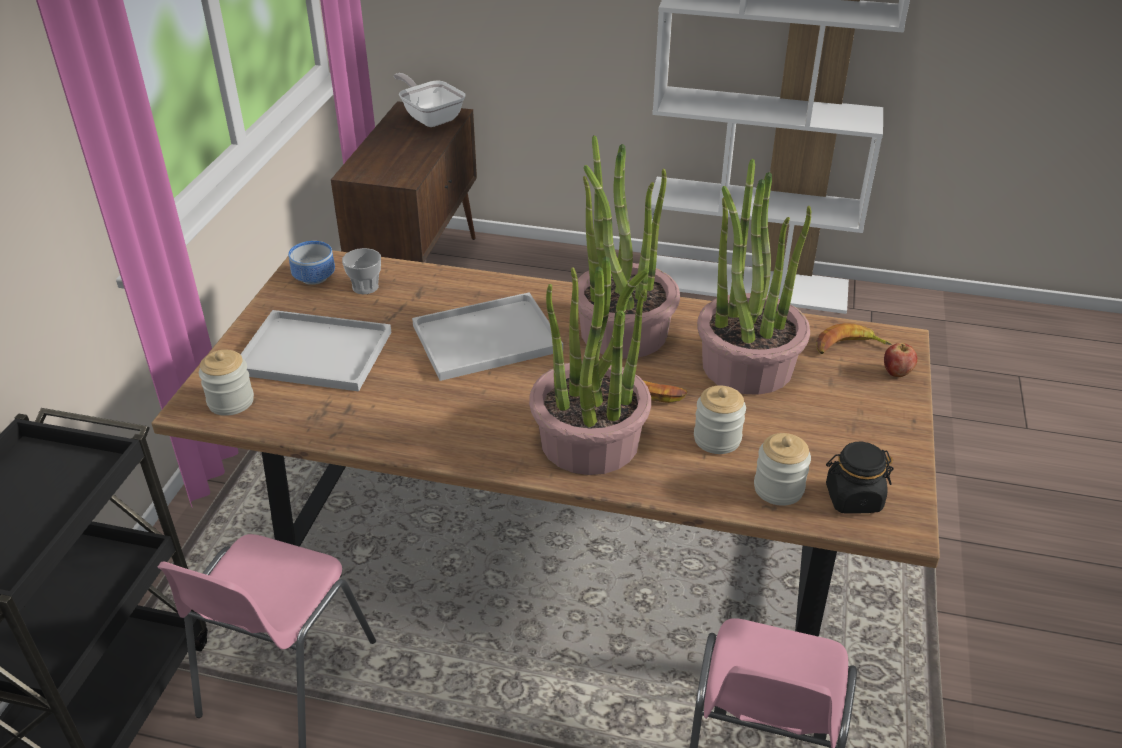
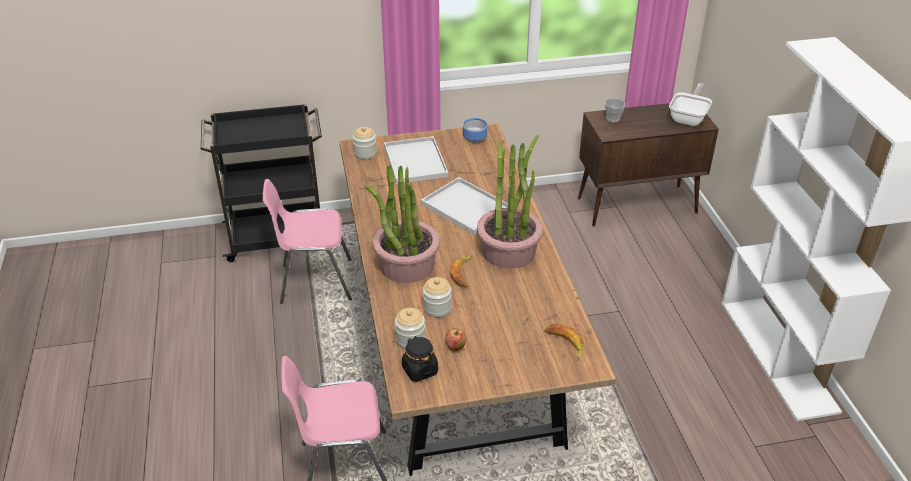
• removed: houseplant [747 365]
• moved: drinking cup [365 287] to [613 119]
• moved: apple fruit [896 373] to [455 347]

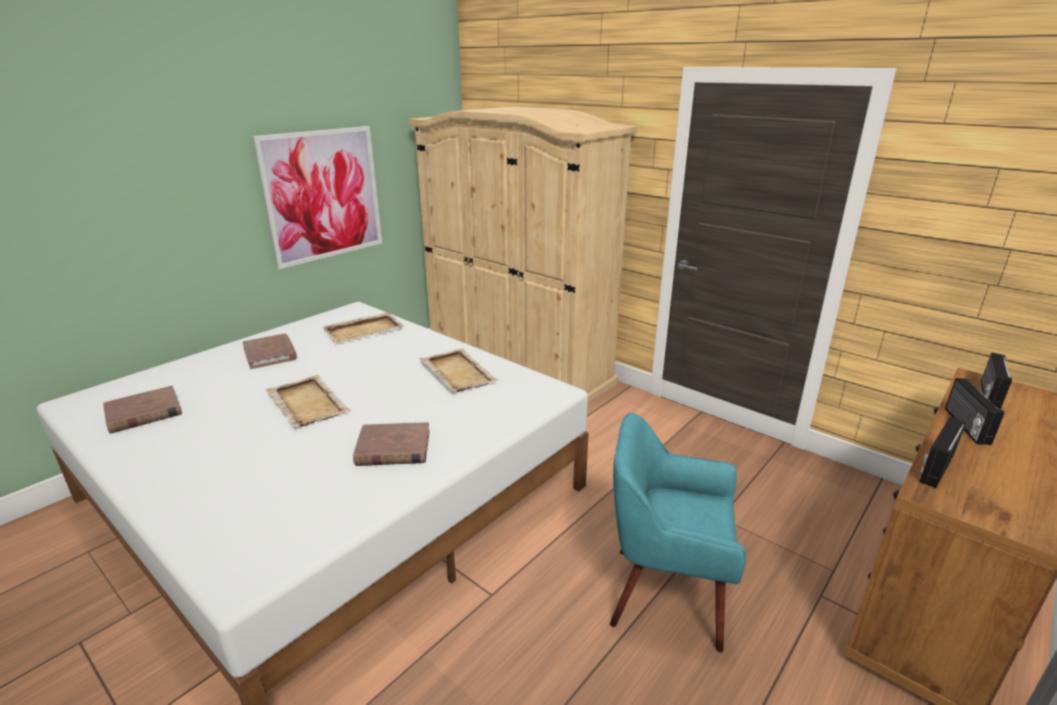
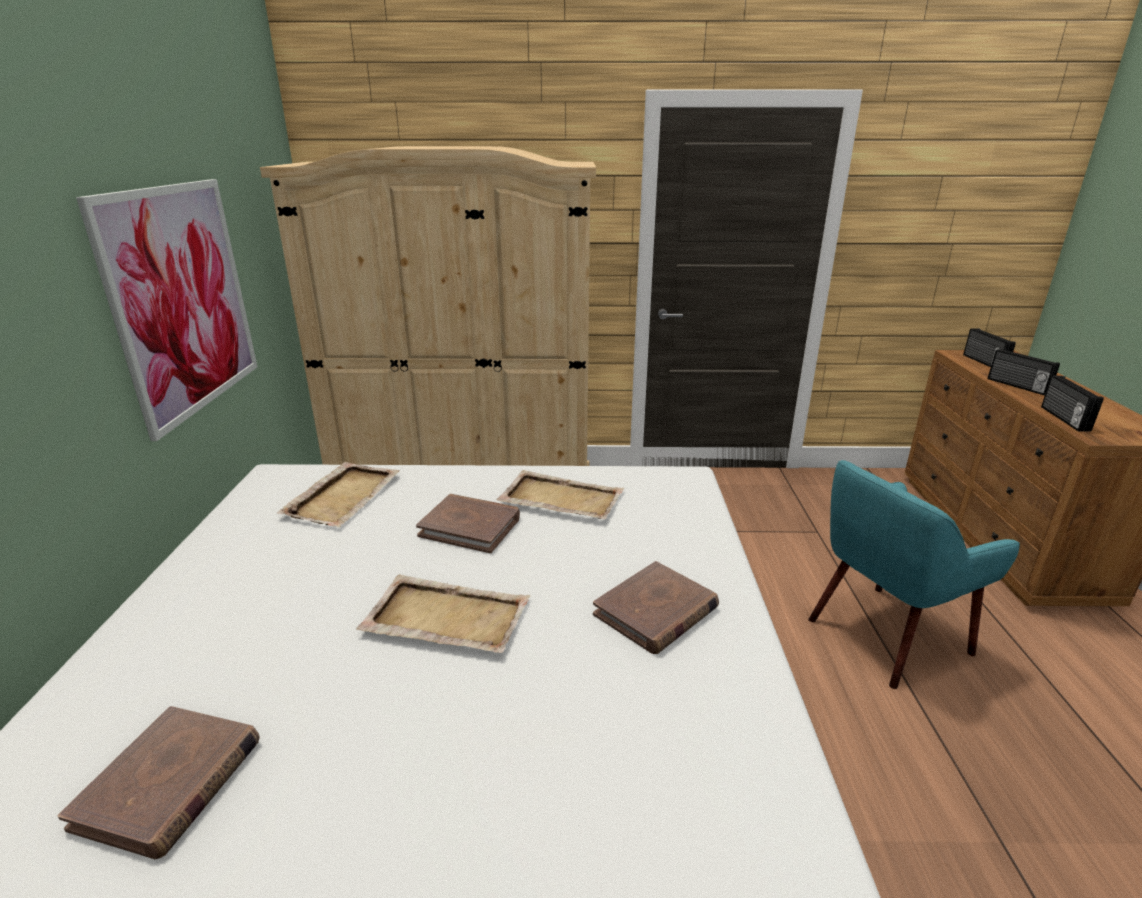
• moved: brown bound book [270 354] to [470 526]

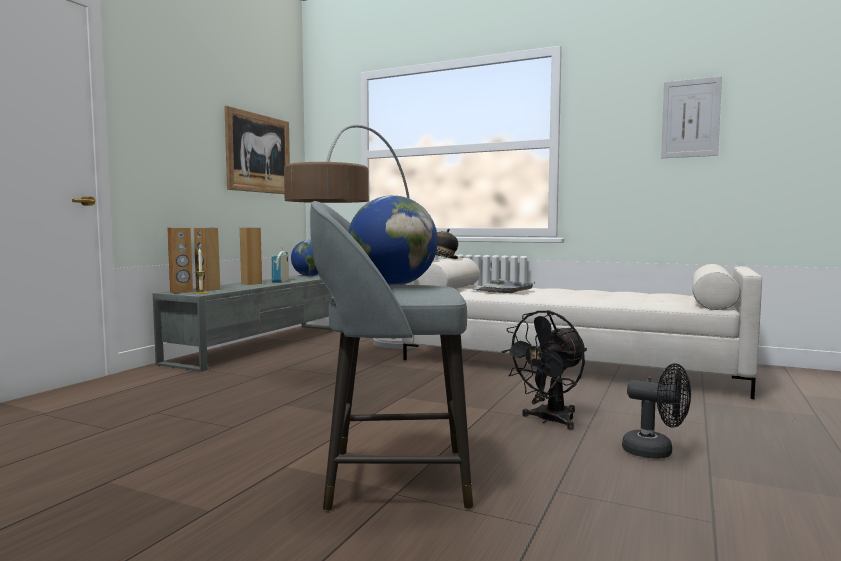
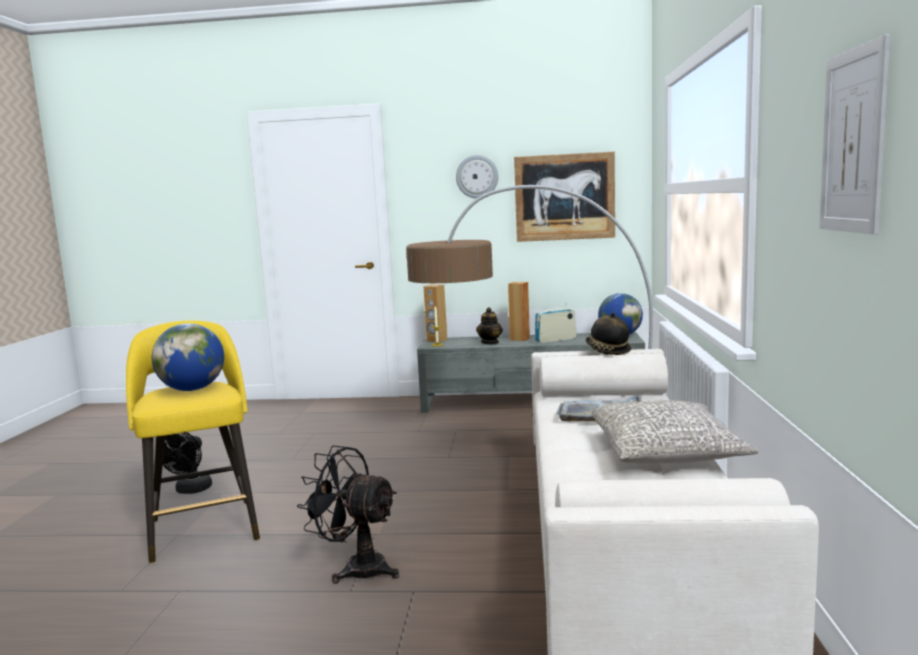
• recoloured: grey sitting stool [392 477] to yellow-coloured sitting stool [204 528]
• removed: brown speaker [207 289]
• moved: black-coloured electric fan [656 452] to [191 490]
• added: wall clock [477 176]
• added: teapot [490 342]
• added: grey pillow [666 452]

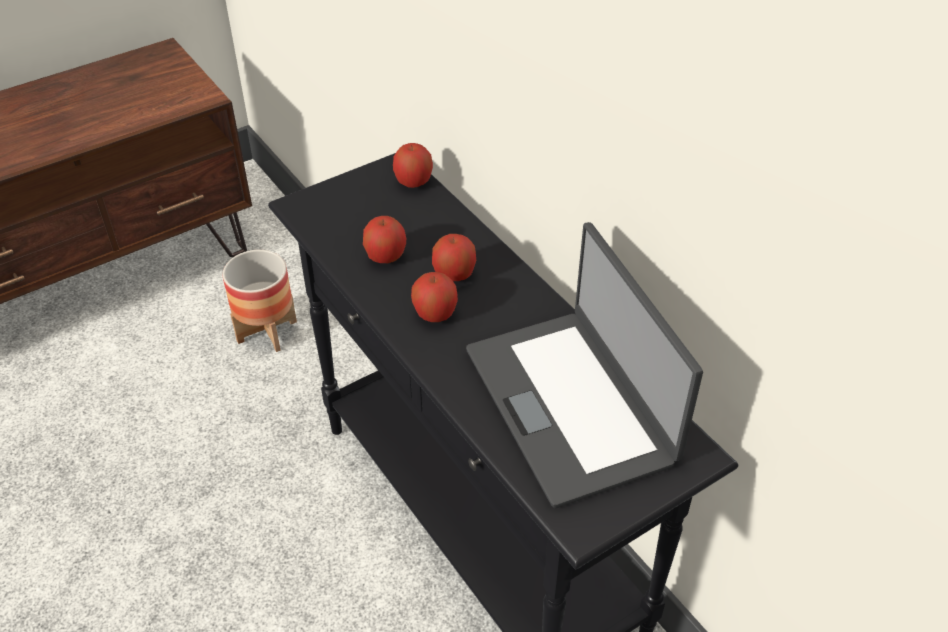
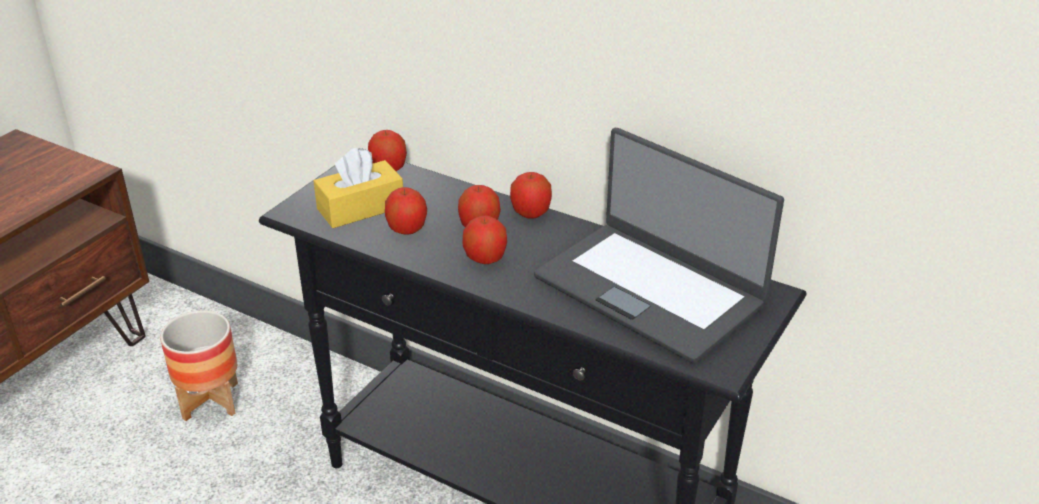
• added: yellow-coloured tissue holder [360 208]
• added: apple fruit [530 213]

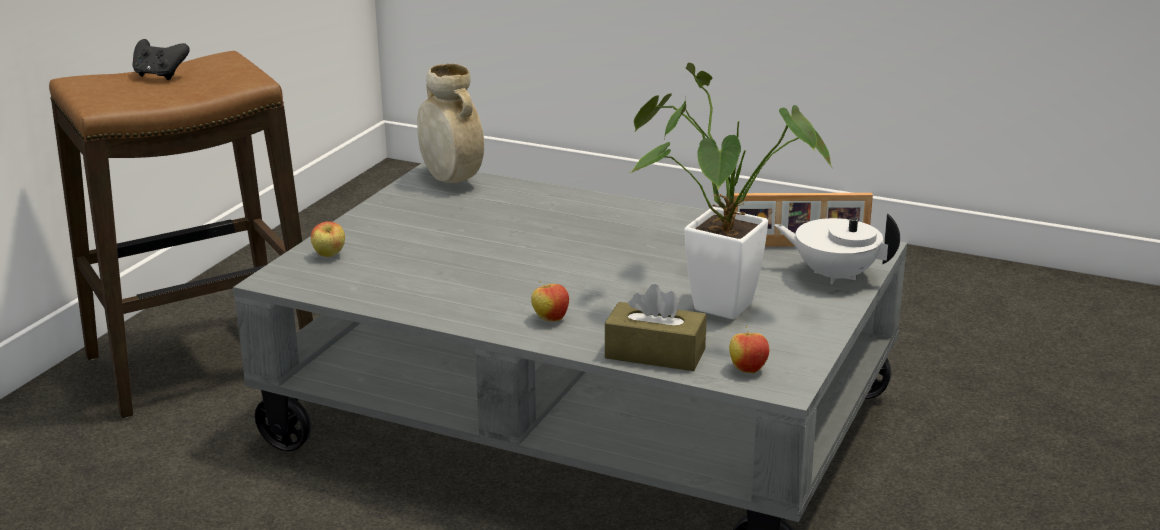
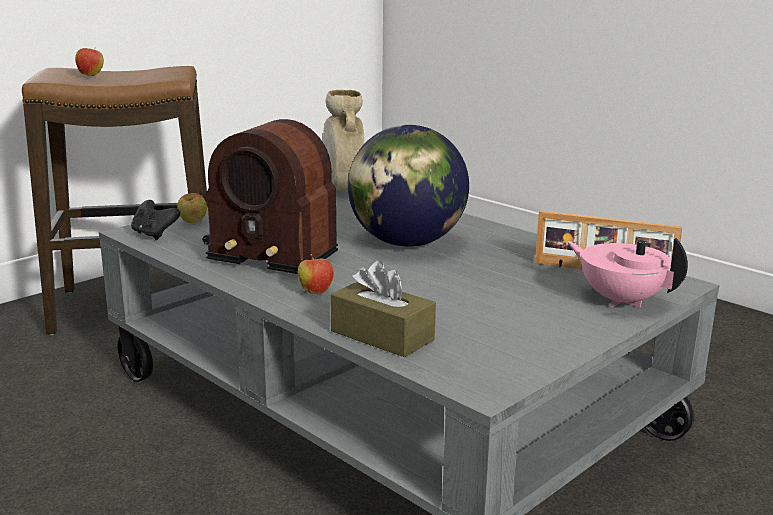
• moved: black-coloured gamepad [160 76] to [154 235]
• removed: houseplant [710 303]
• recoloured: white teapot [834 275] to pink teapot [621 300]
• moved: apple fruit [748 369] to [91 75]
• added: radio [270 247]
• added: globe [406 243]

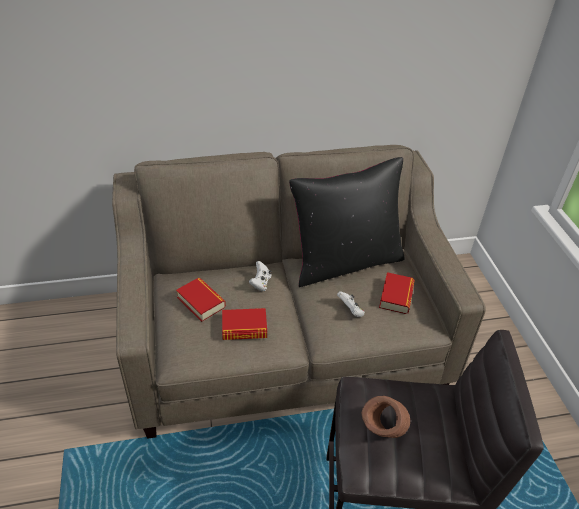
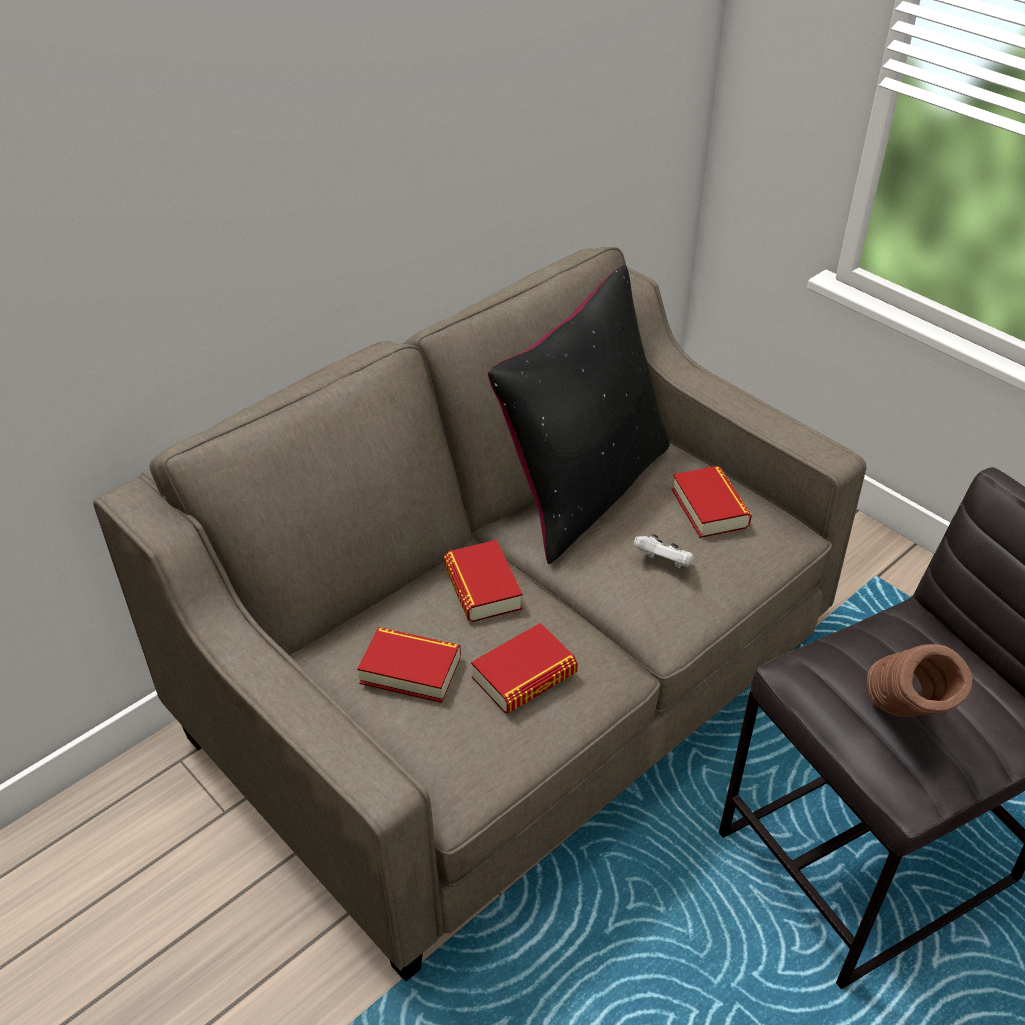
• replaced: white gamepad [260 283] to bound book [482 588]

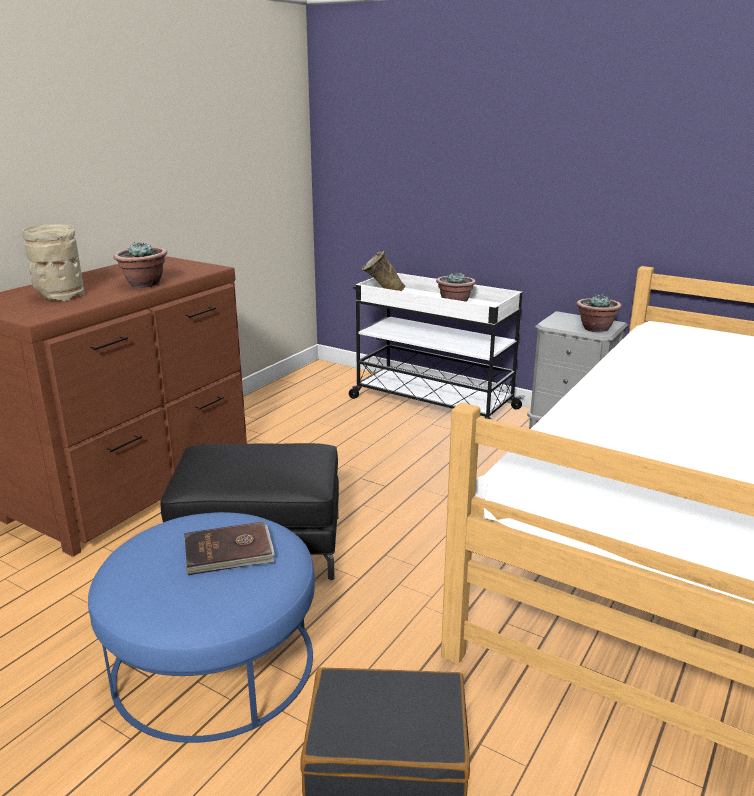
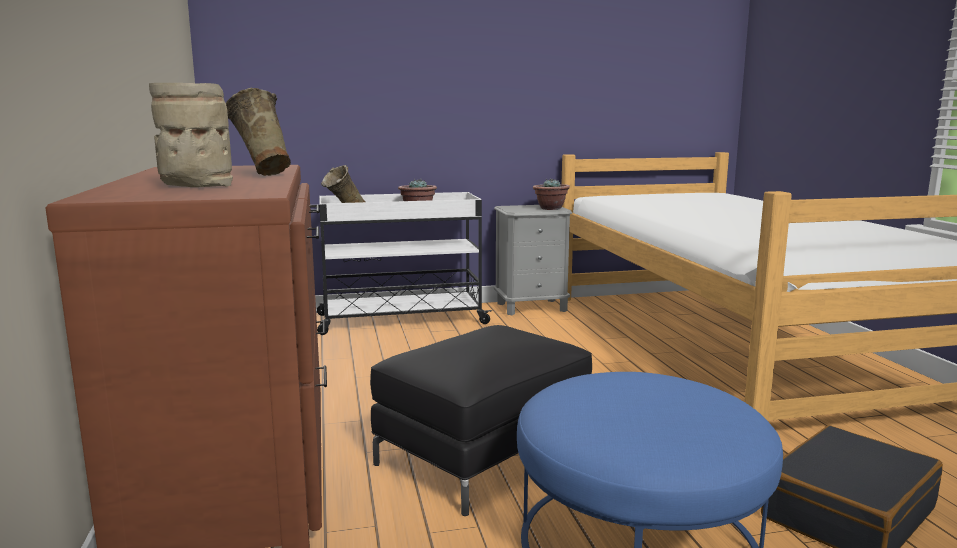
• replaced: houseplant [144 284] to sand-coloured decorative vase [261 174]
• removed: brown bound book [229 552]

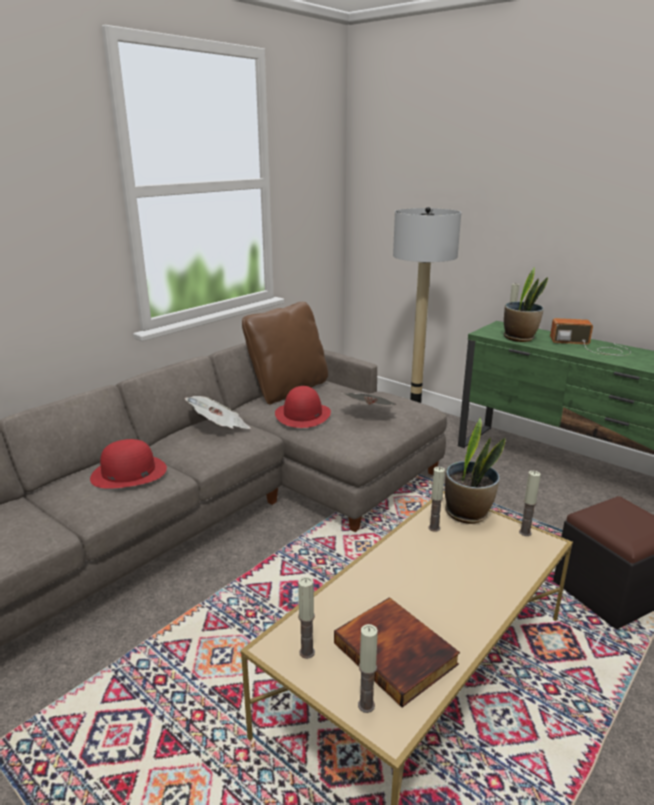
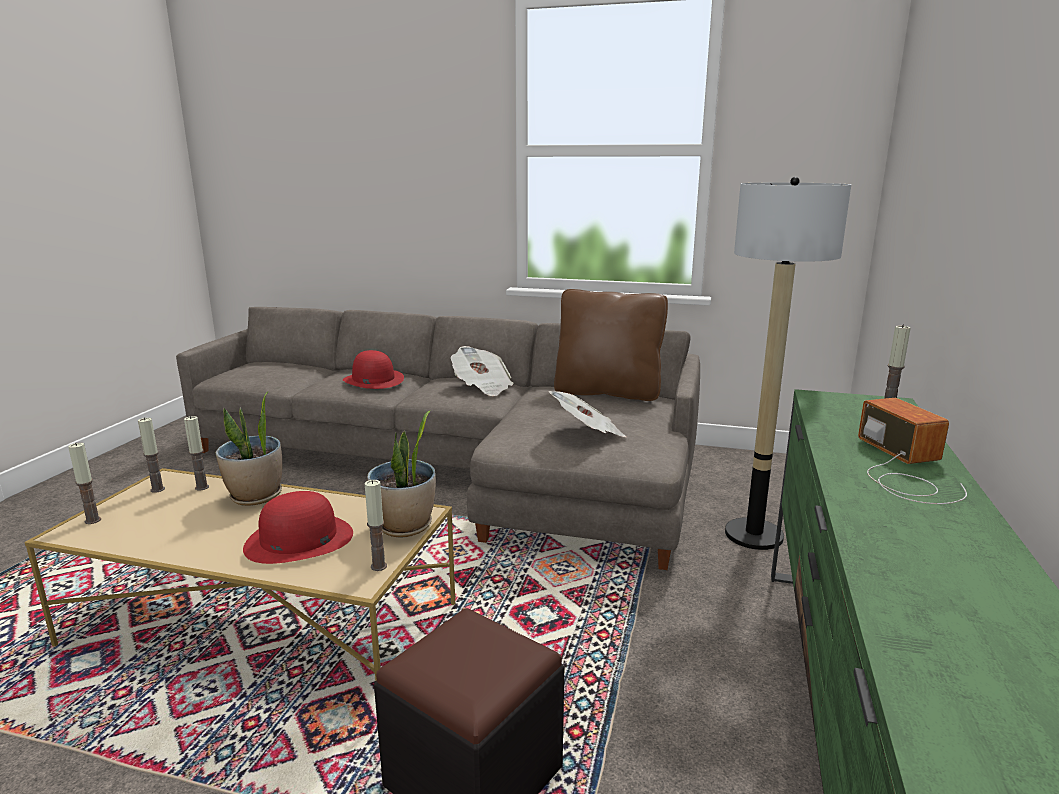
• moved: houseplant [519 338] to [256 496]
• moved: red wearable hat [303 414] to [298 540]
• moved: wax light [434 528] to [202 487]
• removed: bound book [397 652]

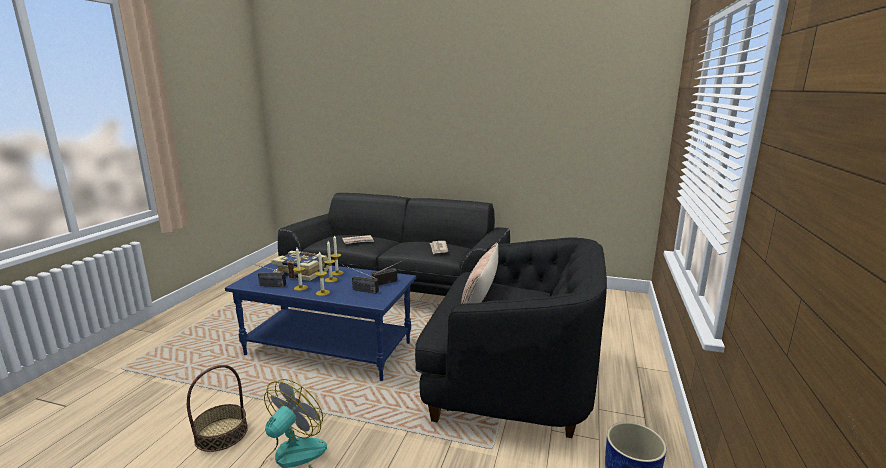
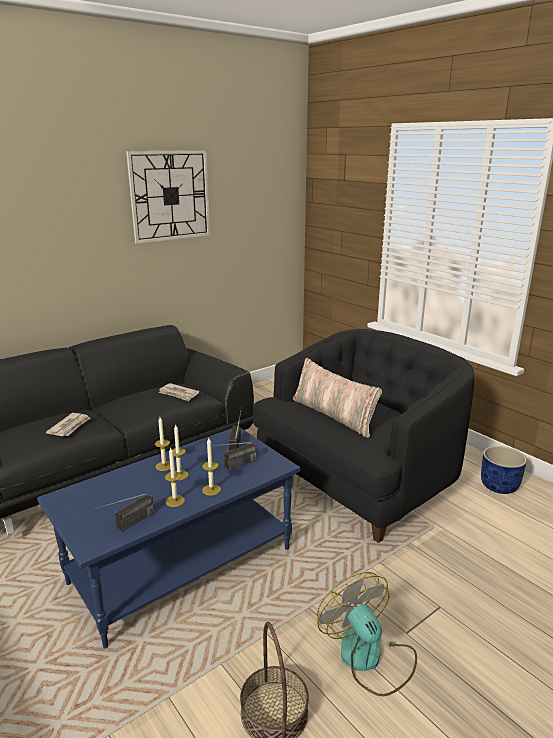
• removed: bound book [302 273]
• added: wall clock [170 196]

